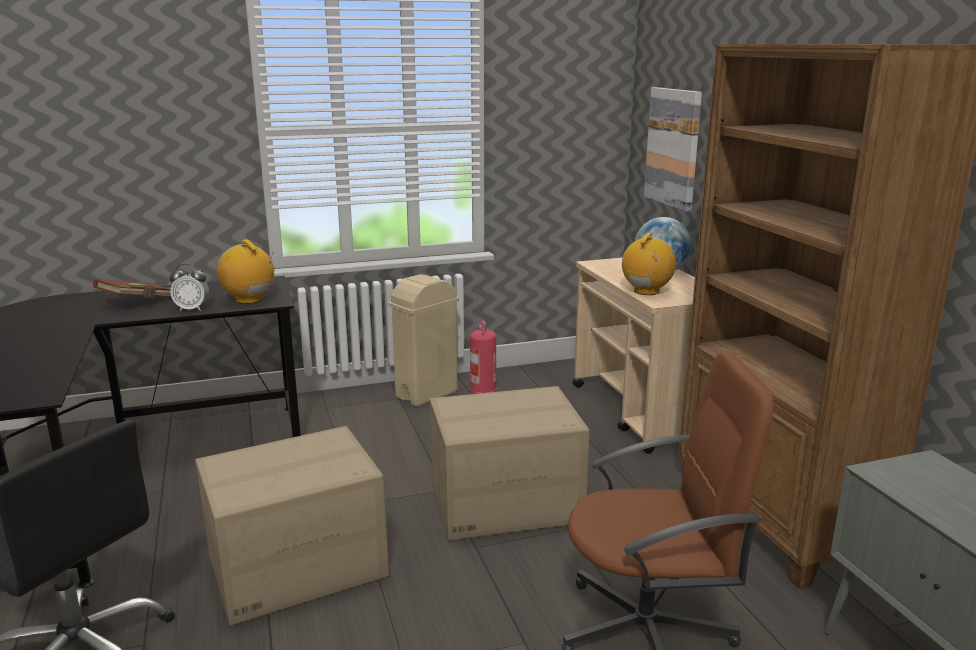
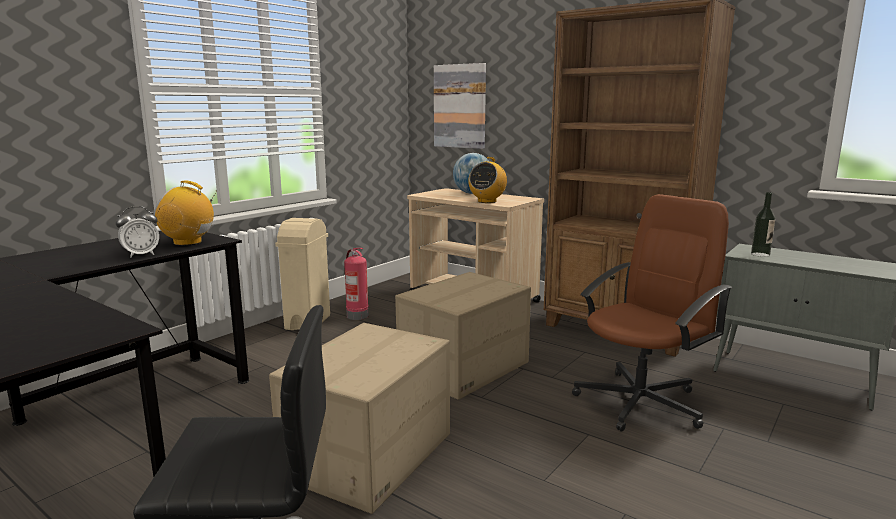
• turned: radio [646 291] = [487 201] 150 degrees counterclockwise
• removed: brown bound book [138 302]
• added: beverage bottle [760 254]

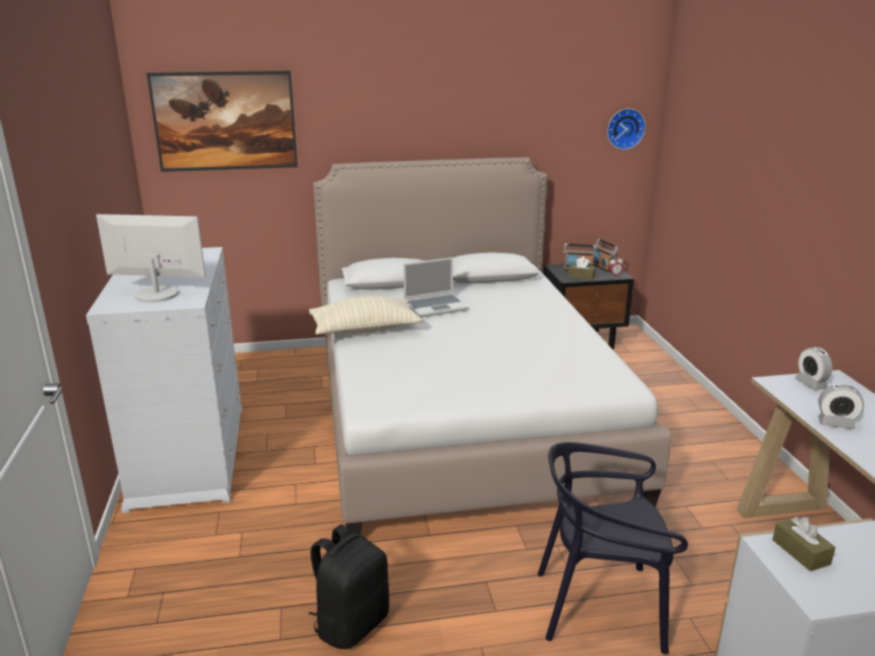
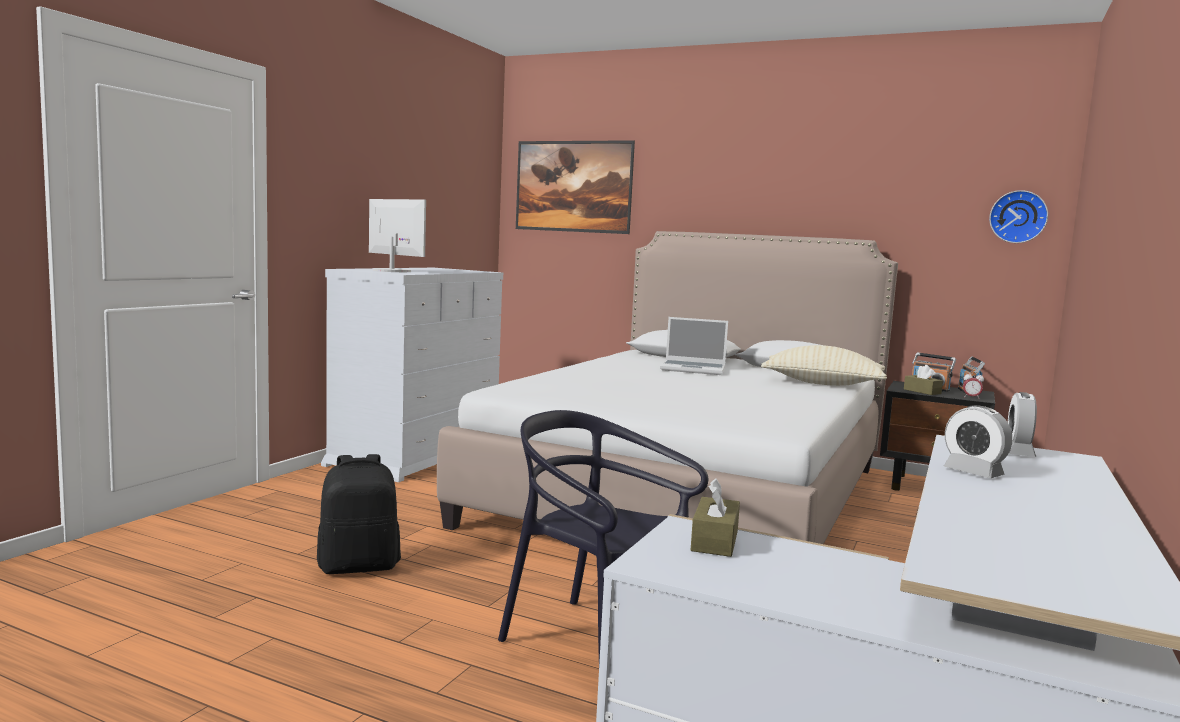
• moved: sand-coloured pillow [365 330] to [822 384]

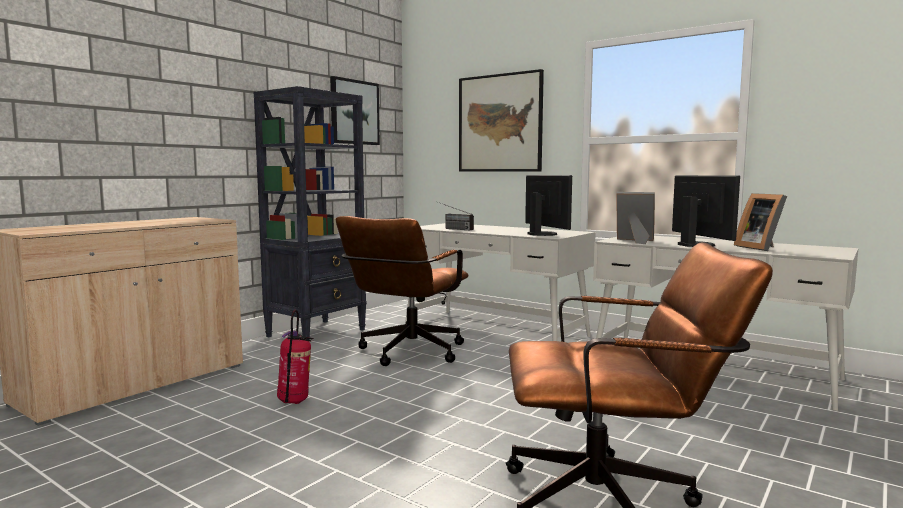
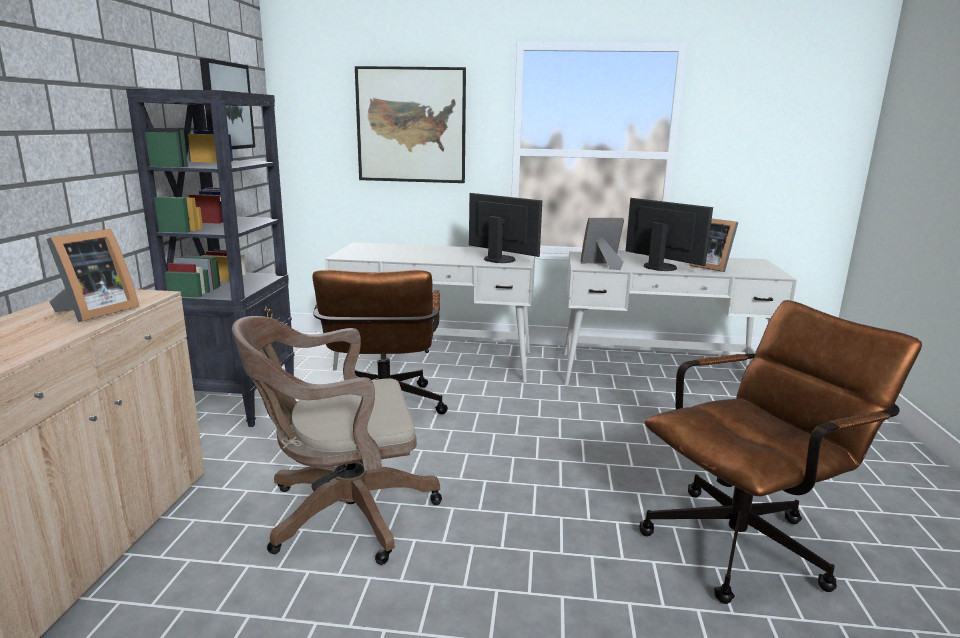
• removed: radio [452 229]
• replaced: fire-fighting cylinder [294 402] to brown desk chair [341 514]
• added: standing frame [94 312]

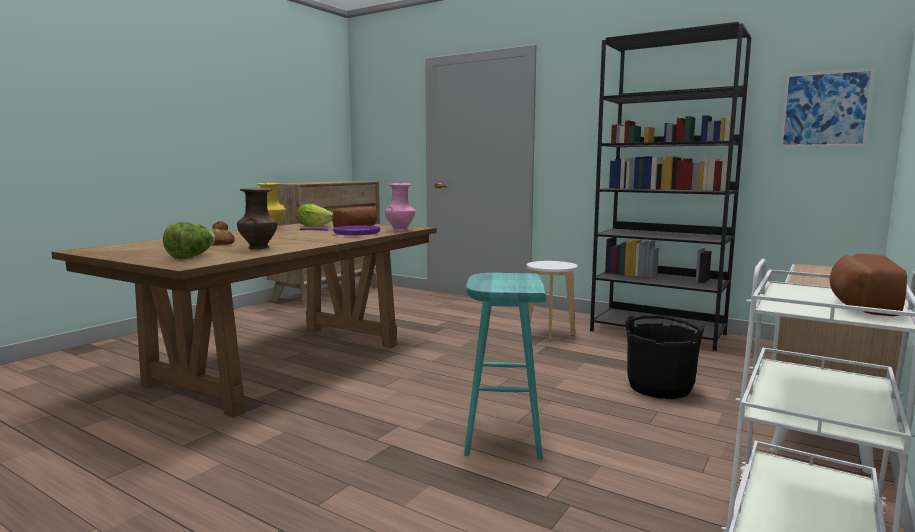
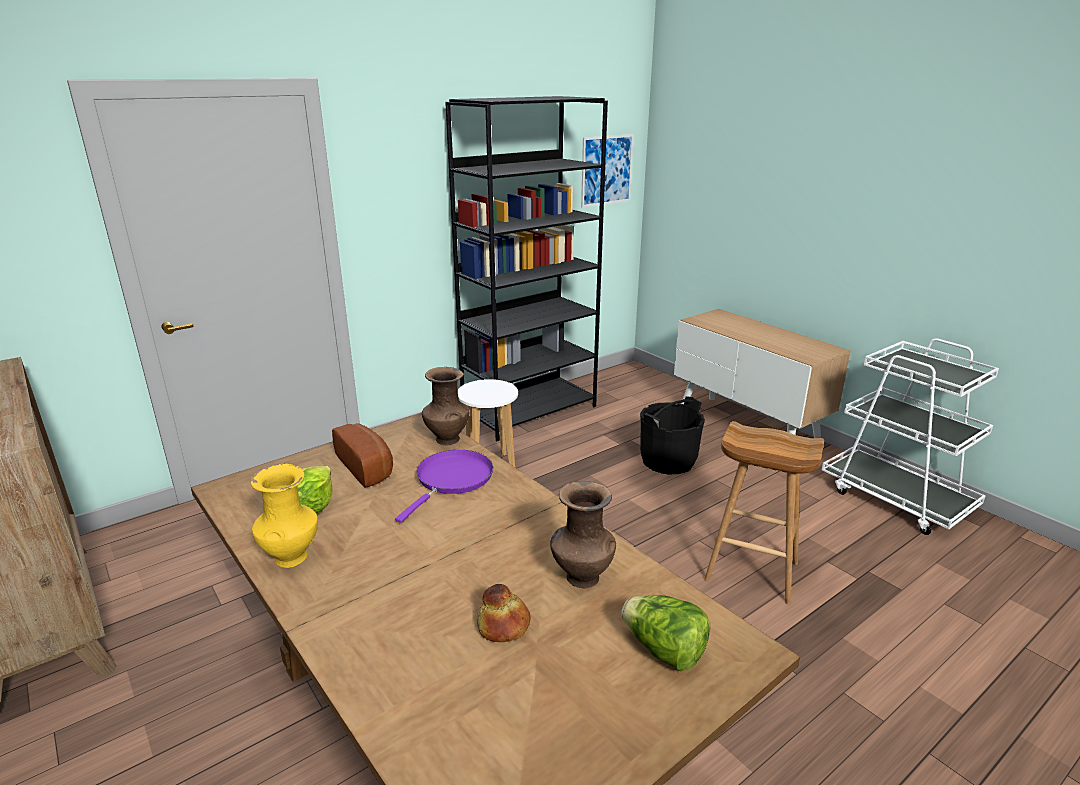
• recoloured: pink decorative vase [400 230] to brown decorative vase [446 439]
• removed: bread [858 304]
• recoloured: turquoise-coloured sitting stool [502 435] to brown sitting stool [750 572]

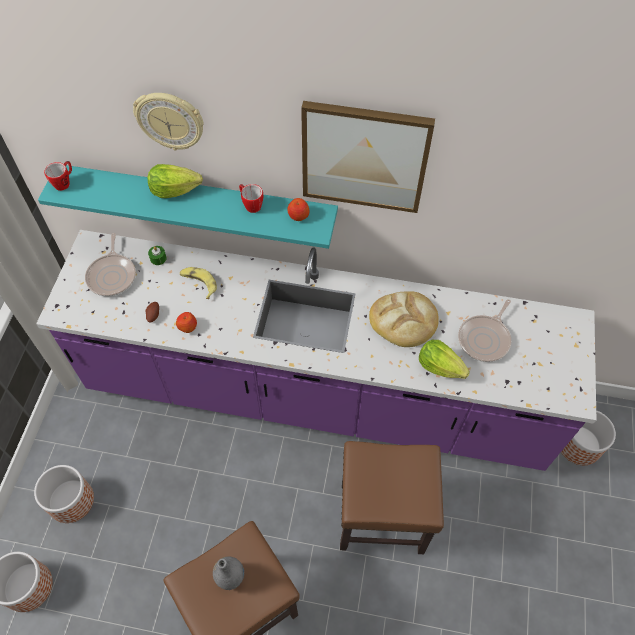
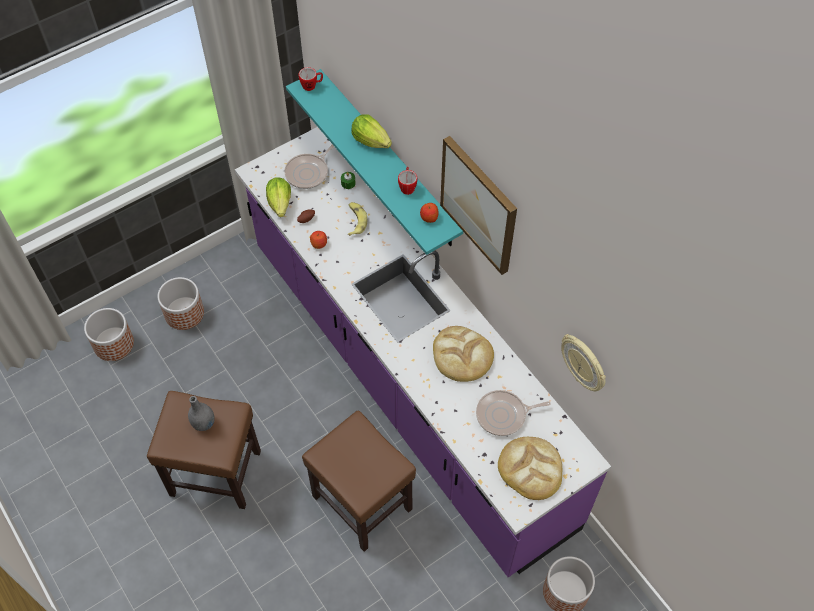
• moved: wall clock [170 120] to [584 363]
• moved: lettuce head [439 366] to [280 203]
• added: bread [530 468]

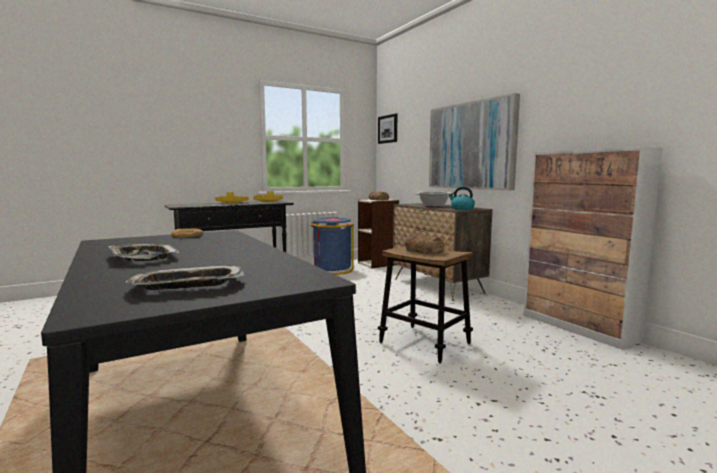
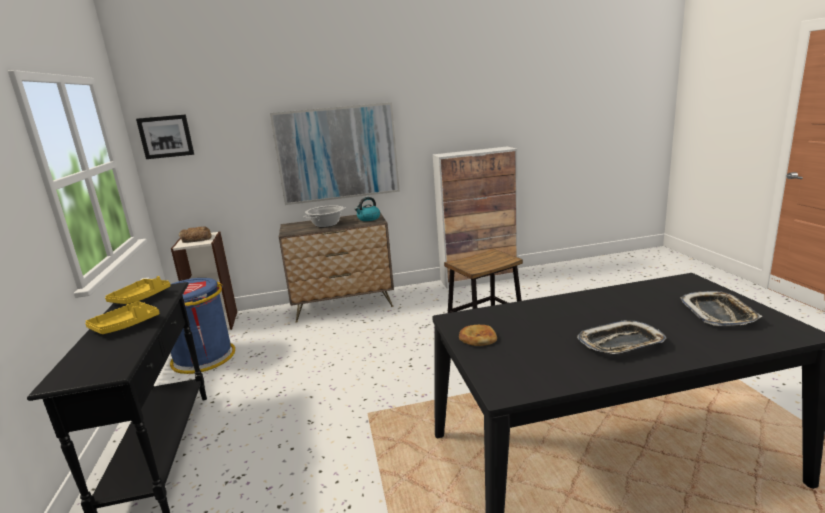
• removed: bread [424 250]

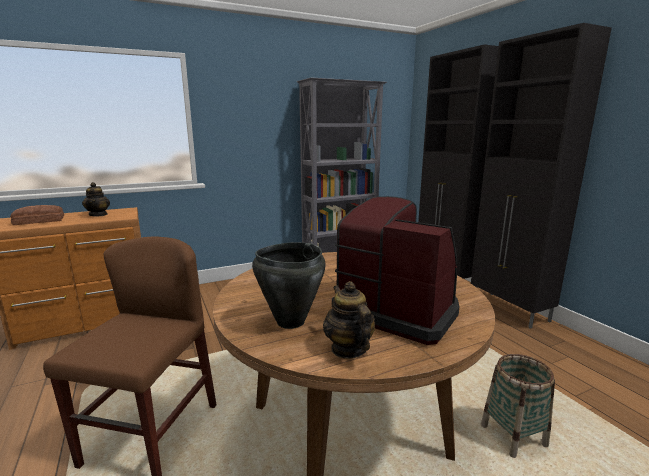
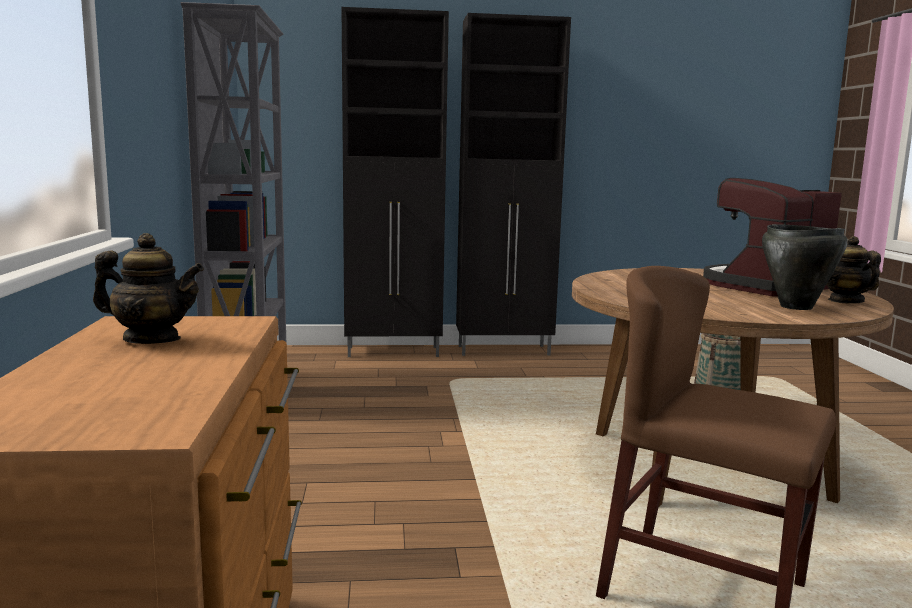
• removed: bread [39 221]
• turned: teapot [348 349] = [845 301] 75 degrees clockwise

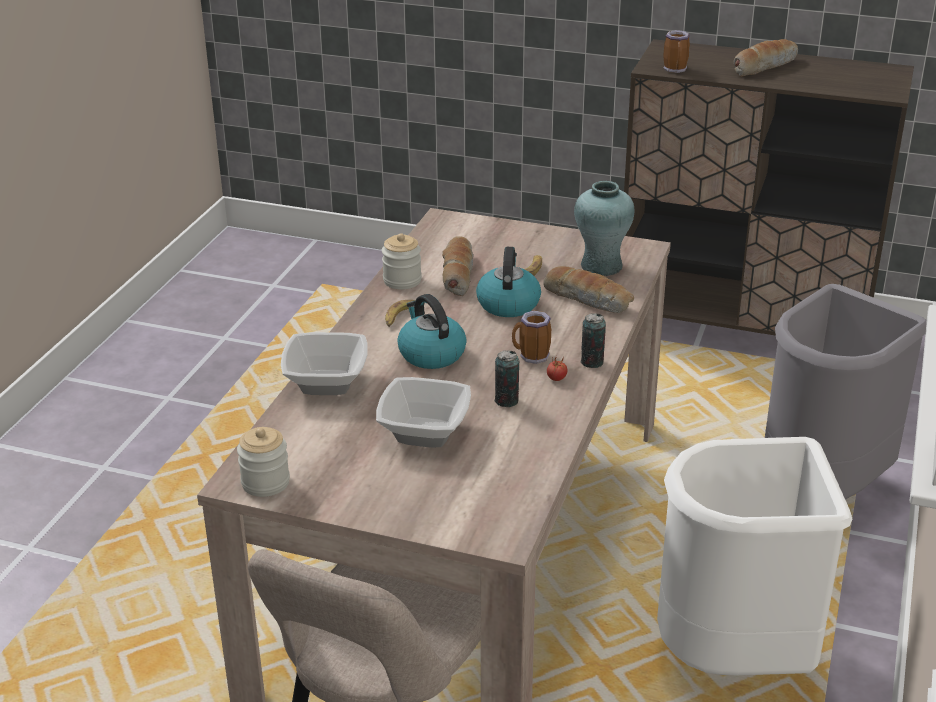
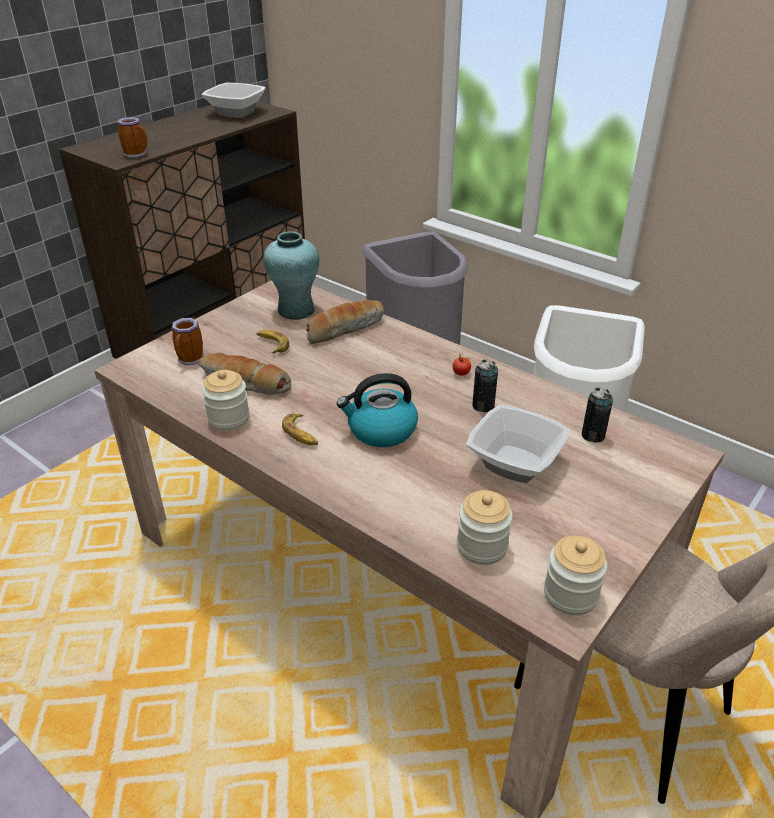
• removed: bread [764 66]
• removed: kettle [508 303]
• moved: mug [531 357] to [190 360]
• moved: can [592 362] to [593 435]
• moved: serving bowl [327 383] to [237 113]
• added: storage jar [482 546]

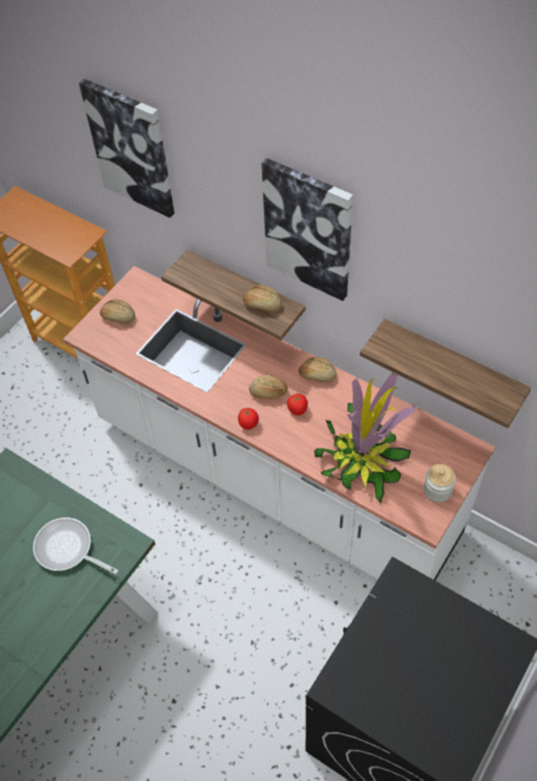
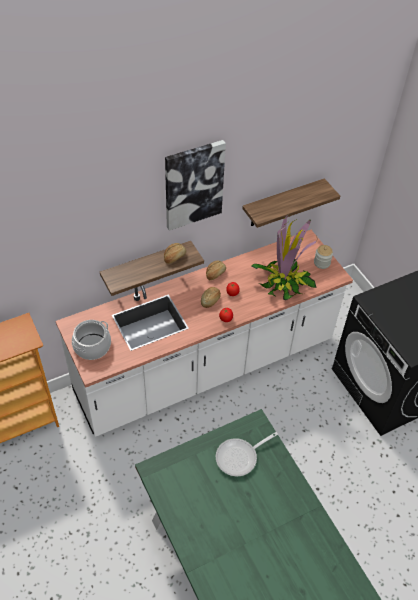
• removed: wall picture [131 148]
• replaced: bread [118 317] to cooking pot [92 347]

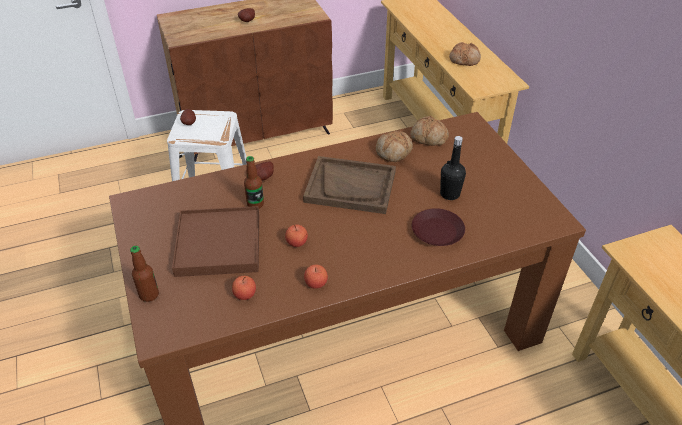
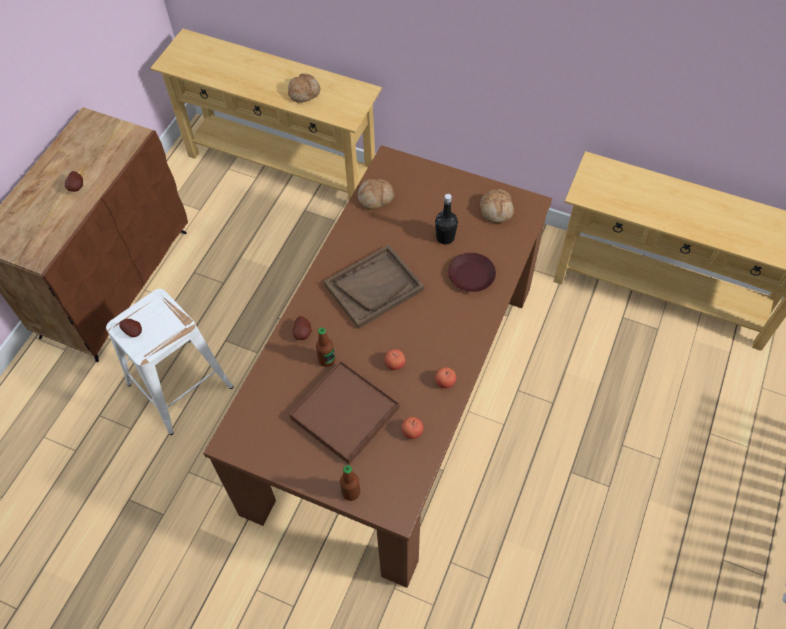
• moved: bread [394 152] to [496 210]

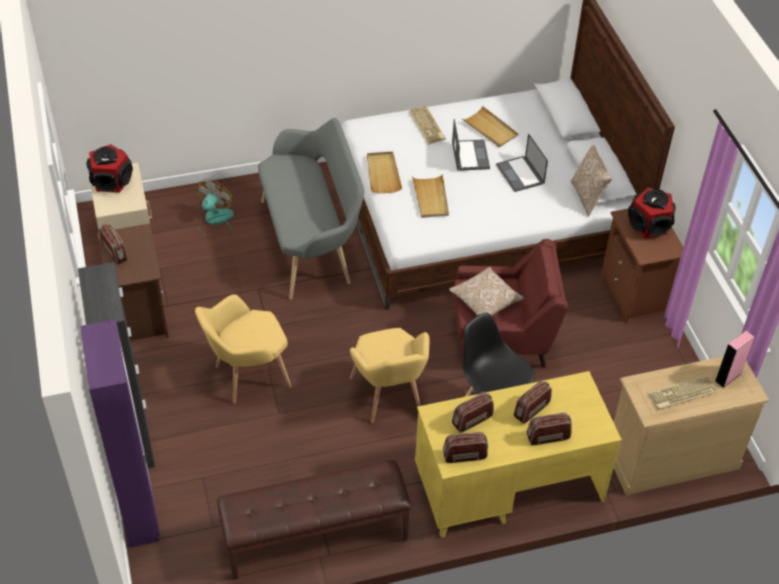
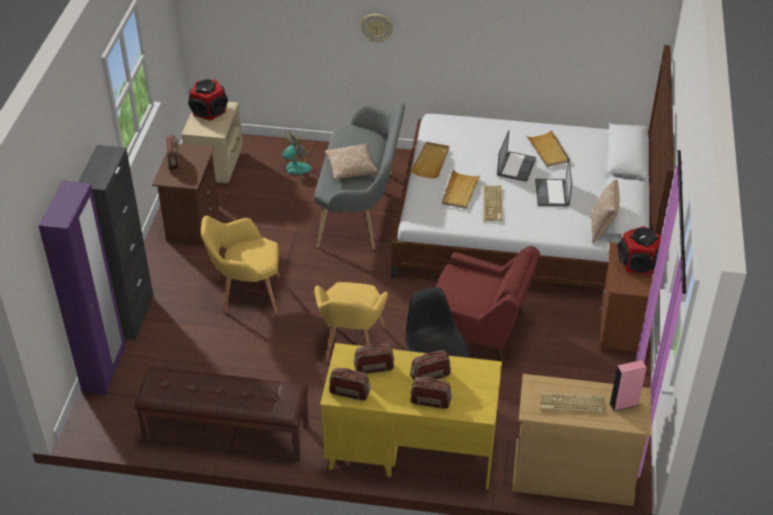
• moved: keyboard [428 125] to [493 204]
• moved: pillow [485 301] to [351 169]
• added: wall clock [377 27]

